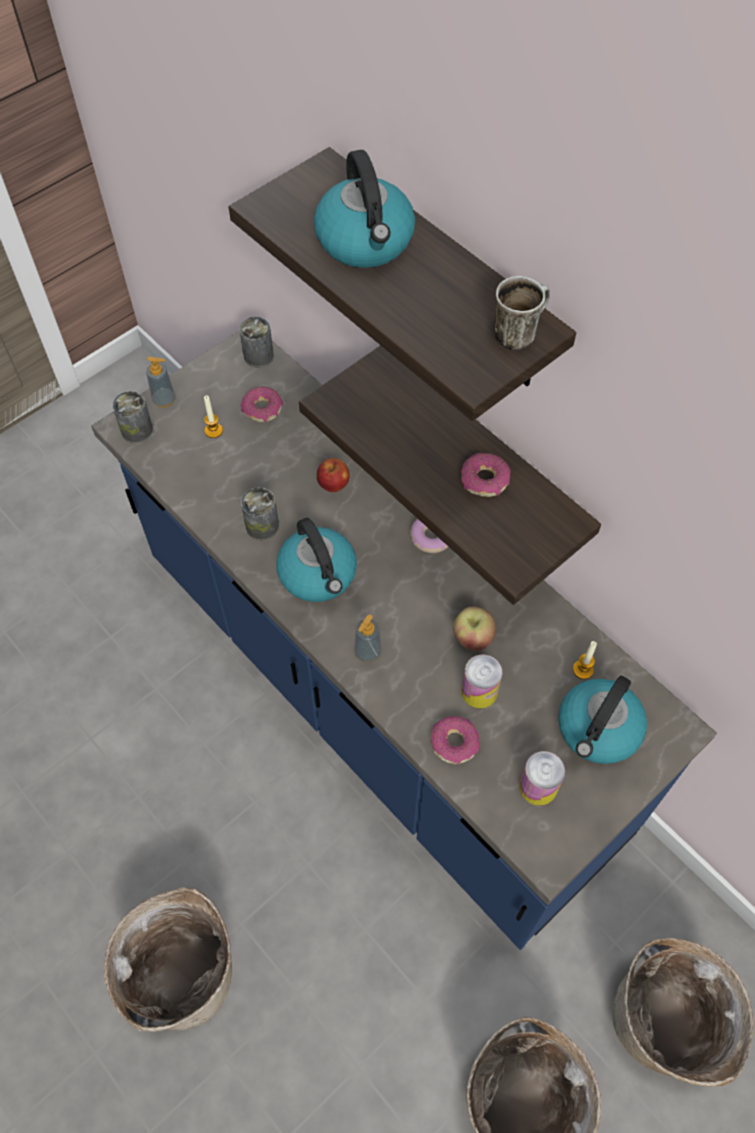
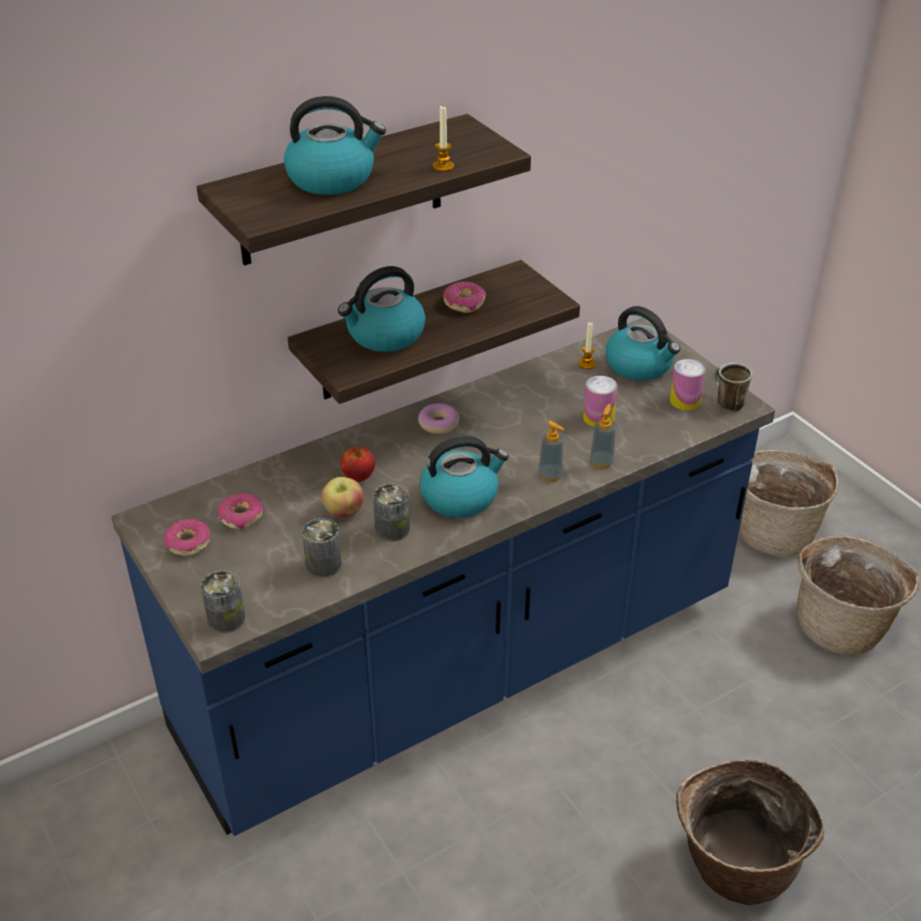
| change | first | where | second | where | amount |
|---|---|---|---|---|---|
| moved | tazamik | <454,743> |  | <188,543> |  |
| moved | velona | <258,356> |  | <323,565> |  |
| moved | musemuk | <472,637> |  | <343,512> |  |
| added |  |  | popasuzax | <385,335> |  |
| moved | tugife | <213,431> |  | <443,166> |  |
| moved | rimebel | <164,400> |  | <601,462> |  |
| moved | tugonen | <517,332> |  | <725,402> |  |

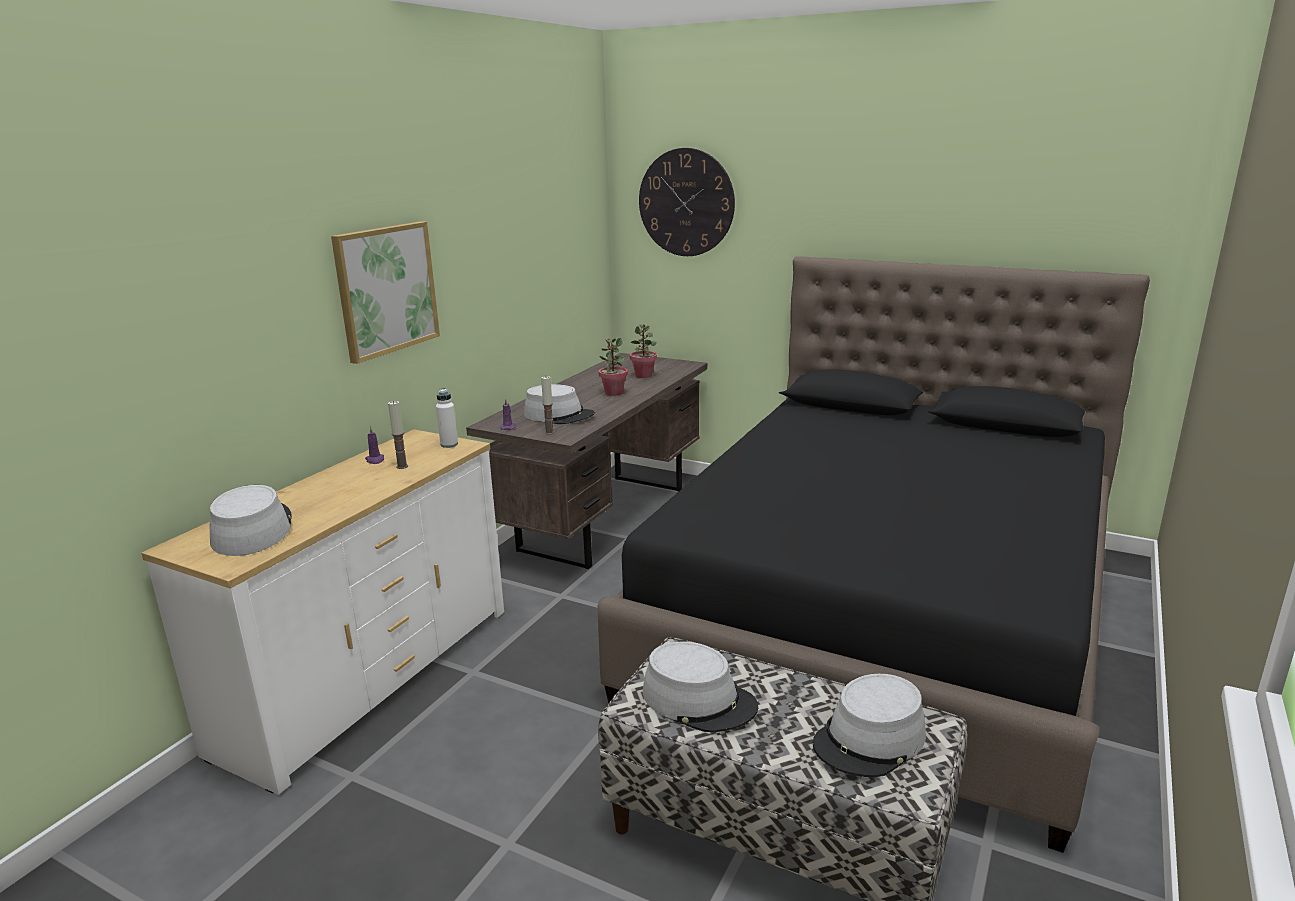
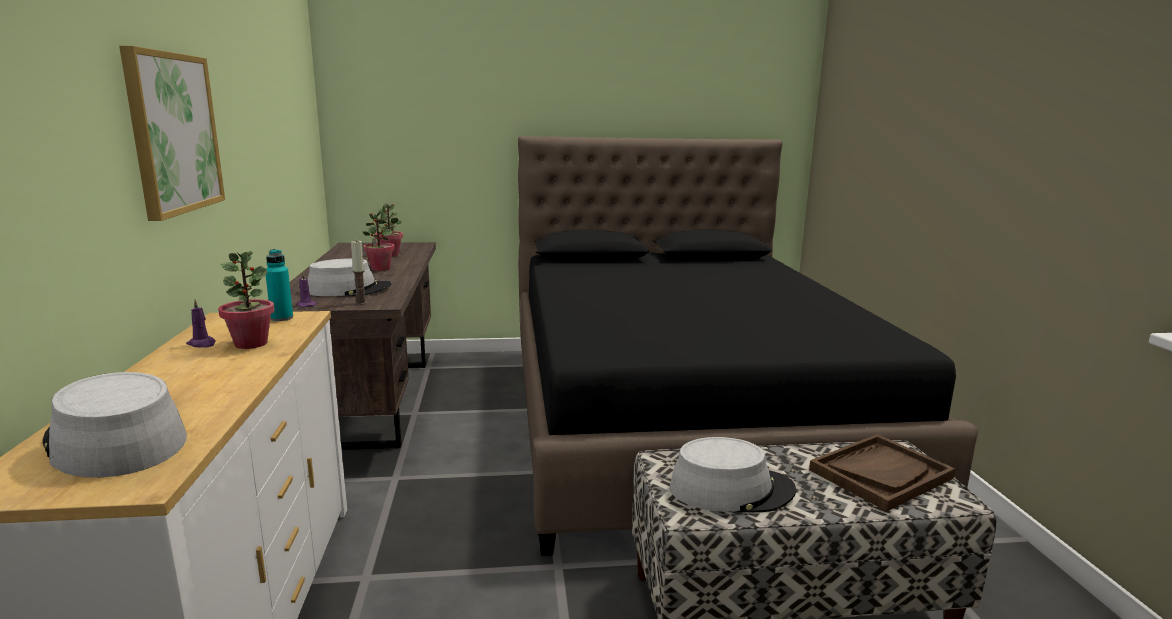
| change | first | where | second | where | amount |
|---|---|---|---|---|---|
| replaced | tugife | <402,466> | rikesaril | <251,343> |  |
| recoloured | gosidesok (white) | <449,444> | gosidesok (turquoise) | <282,318> |  |
| replaced | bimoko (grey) | <870,740> | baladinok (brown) | <880,474> |  |
| removed | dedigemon | <686,203> |  |  |  |

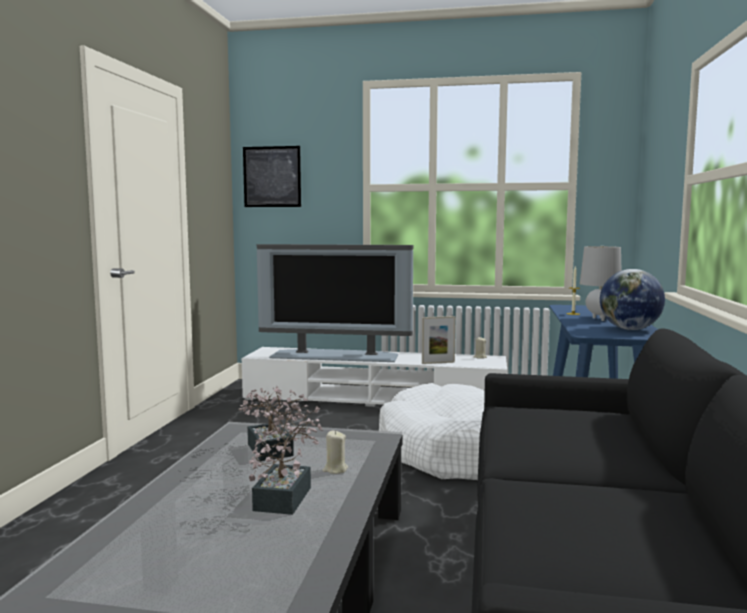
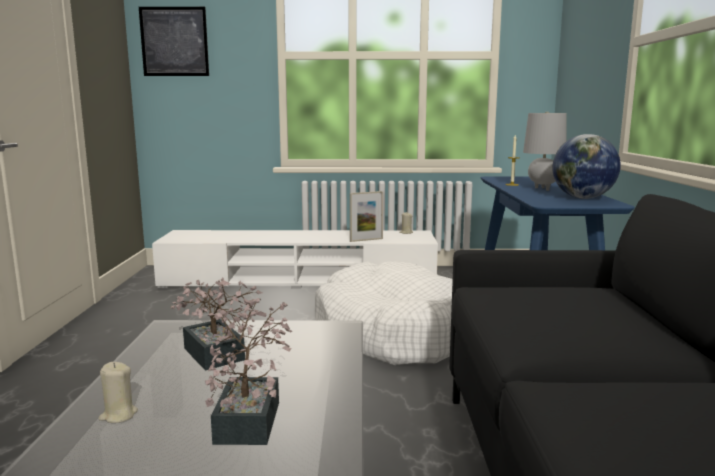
| change | first | where | second | where | amount |
|---|---|---|---|---|---|
| moved | tugife (beige) | <335,469> |  | <118,415> |  |
| removed | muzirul | <335,355> |  |  |  |

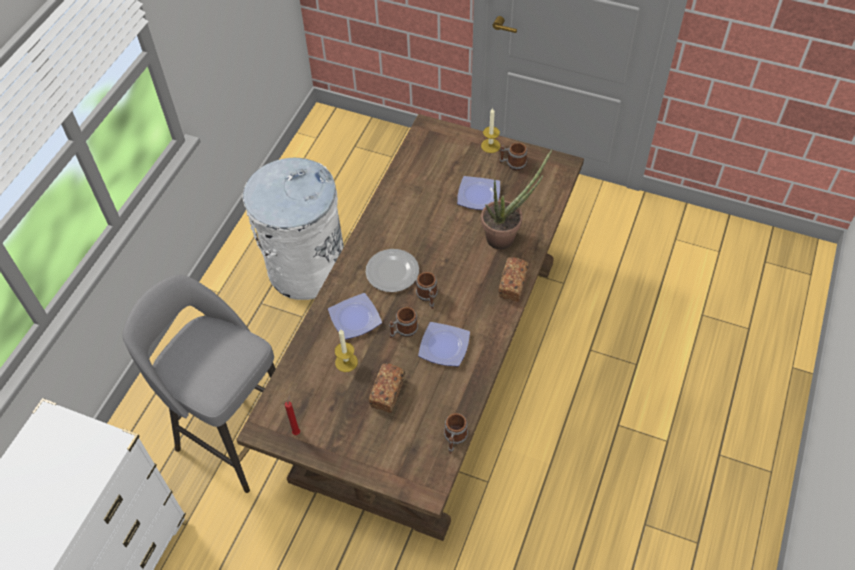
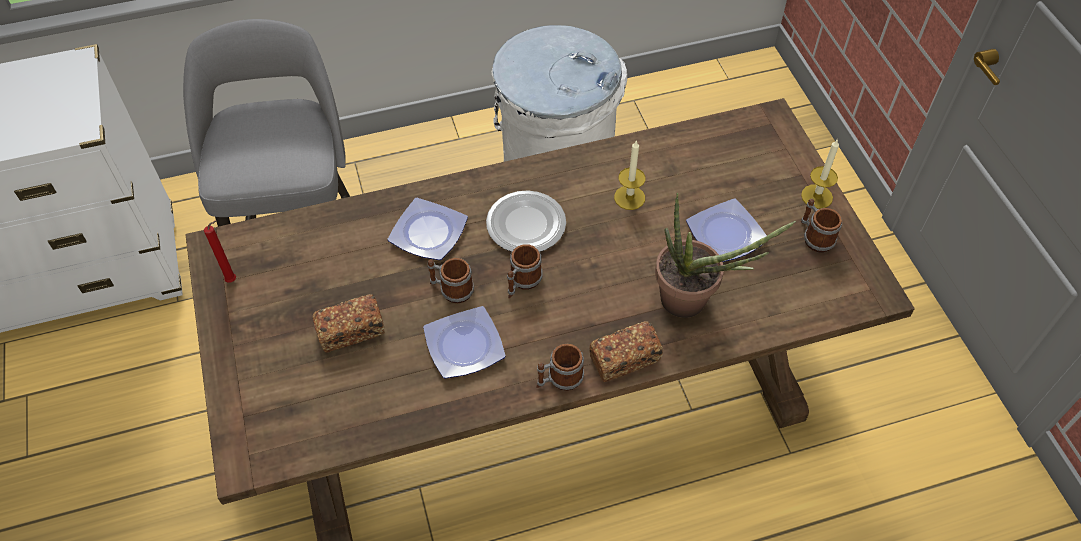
| change | first | where | second | where | amount |
|---|---|---|---|---|---|
| moved | tugonen | <454,439> |  | <559,379> |  |
| moved | tugife | <346,362> |  | <629,197> |  |

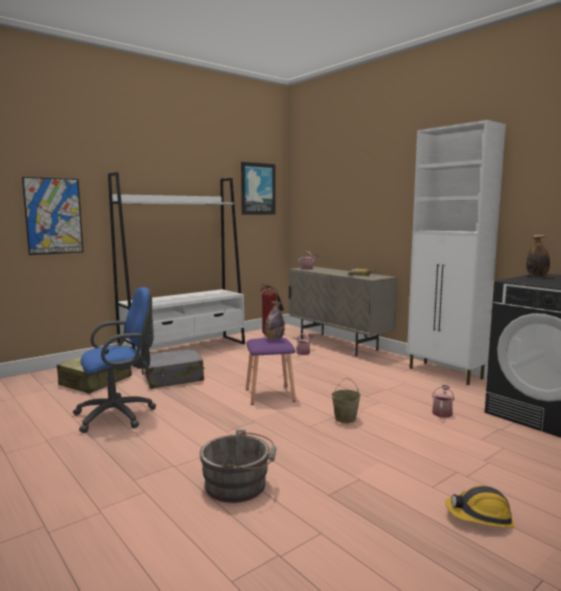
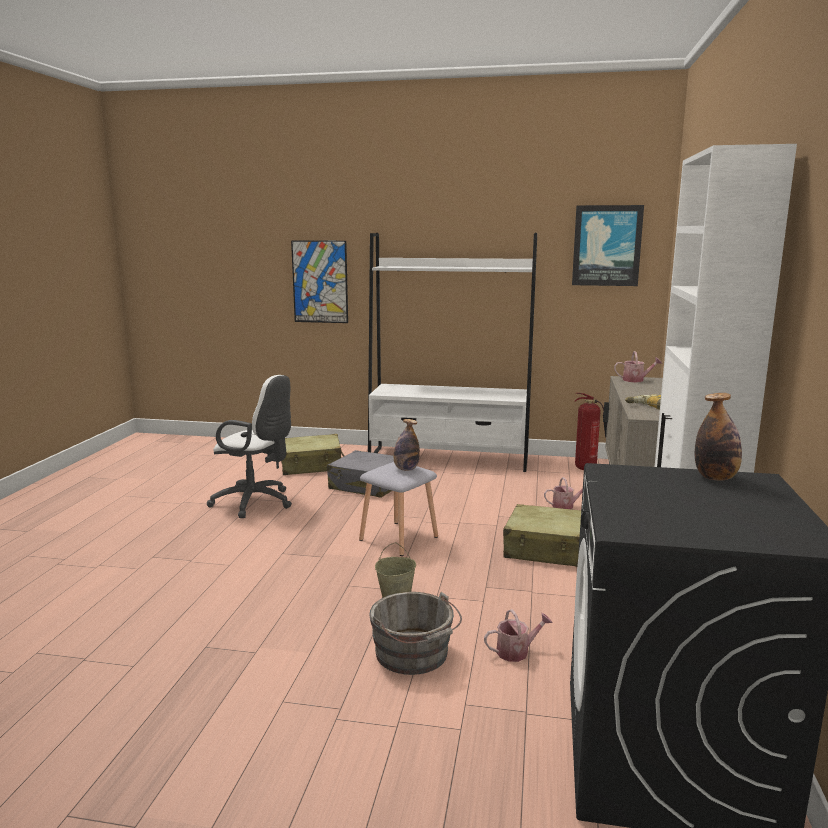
| change | first | where | second | where | amount |
|---|---|---|---|---|---|
| recoloured | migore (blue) | <119,415> | migore (white) | <256,503> |  |
| recoloured | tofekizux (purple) | <270,395> | tofekizux (grey) | <400,538> |  |
| moved | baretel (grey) | <239,485> |  | <414,655> |  |
| added |  |  | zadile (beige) | <548,550> |  |
| removed | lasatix | <480,517> |  |  |  |

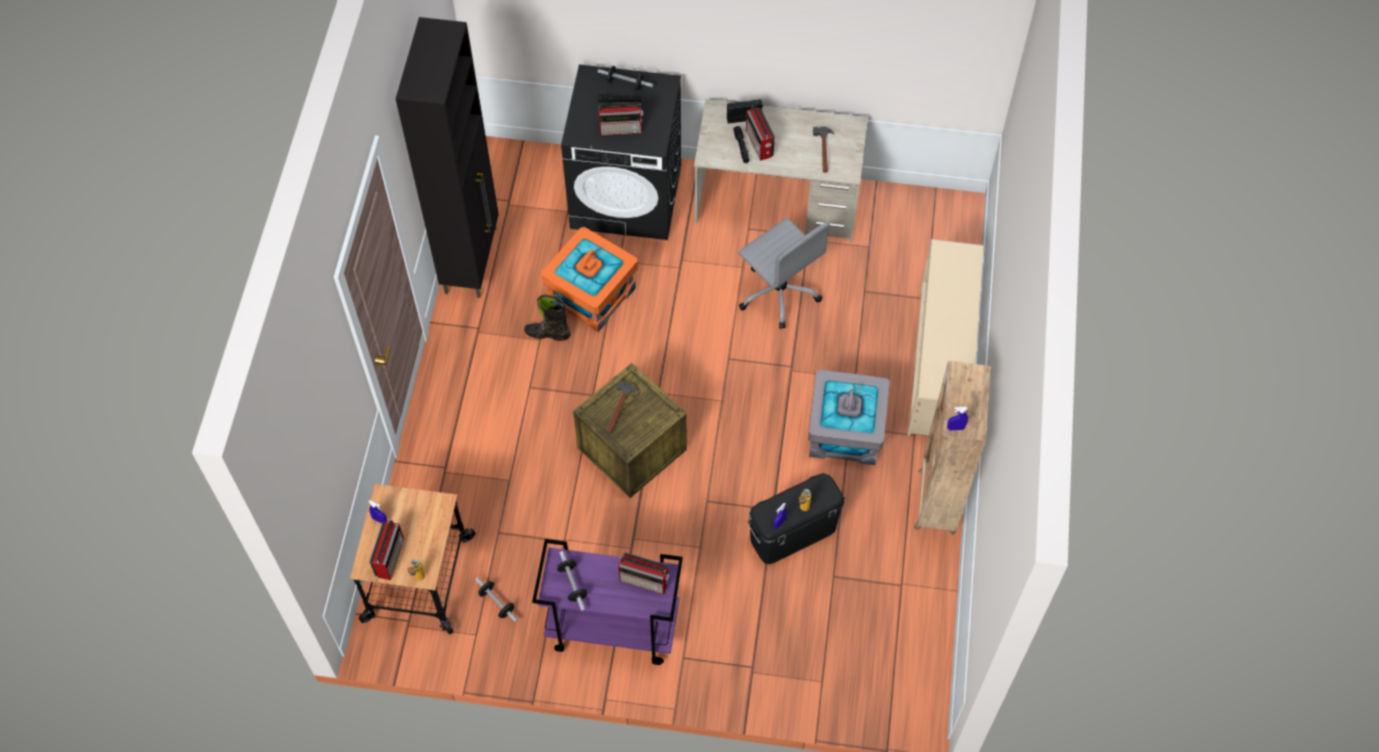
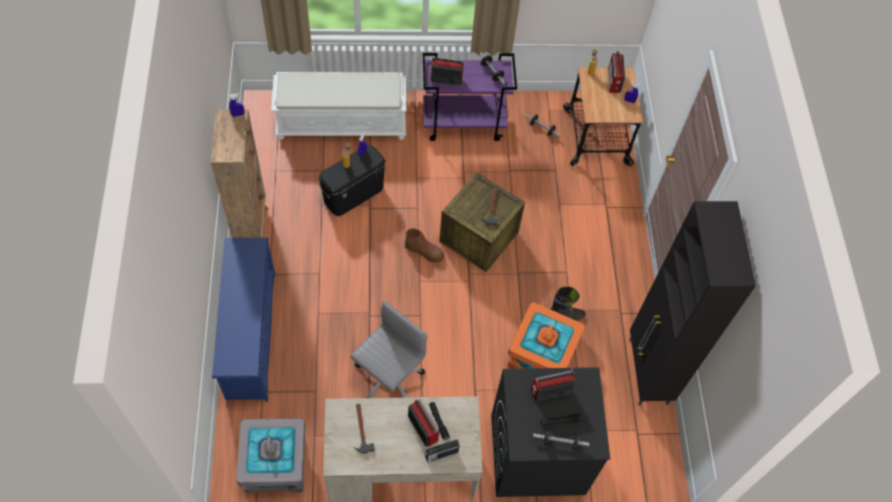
| change | first | where | second | where | amount |
|---|---|---|---|---|---|
| recoloured | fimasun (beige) | <940,363> | fimasun (blue) | <249,335> |  |
| moved | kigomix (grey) | <845,432> |  | <275,464> |  |
| added |  |  | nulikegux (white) | <342,123> |  |
| turned | migore (grey) | <778,292> |  | <388,379> | 90 degrees clockwise |
| added |  |  | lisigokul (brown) | <424,251> |  |

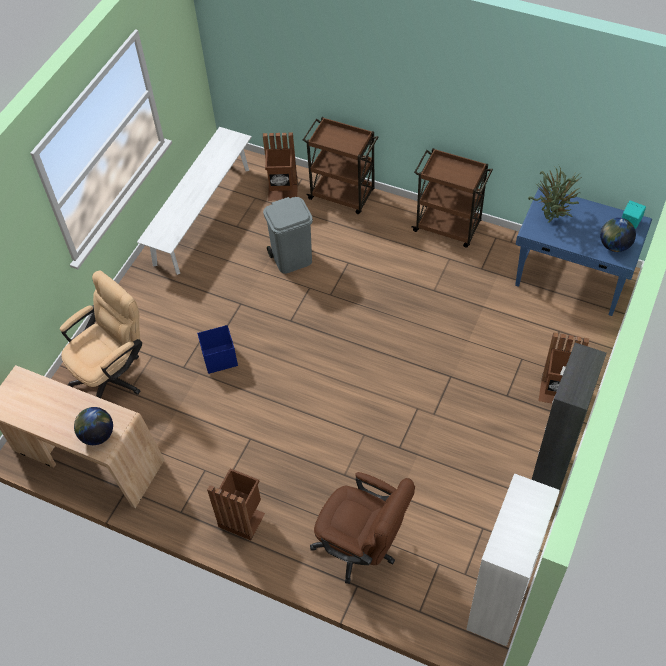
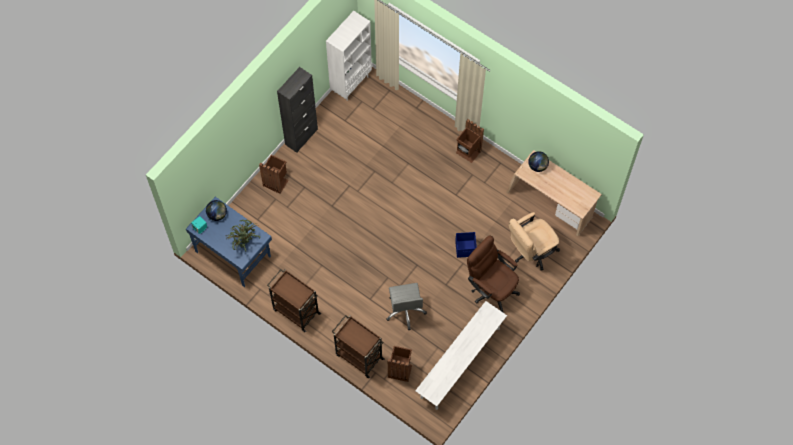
| change | first | where | second | where | amount |
|---|---|---|---|---|---|
| replaced | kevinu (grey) | <292,259> | migore (grey) | <405,311> |  |
| moved | migore (brown) | <362,548> |  | <491,288> |  |

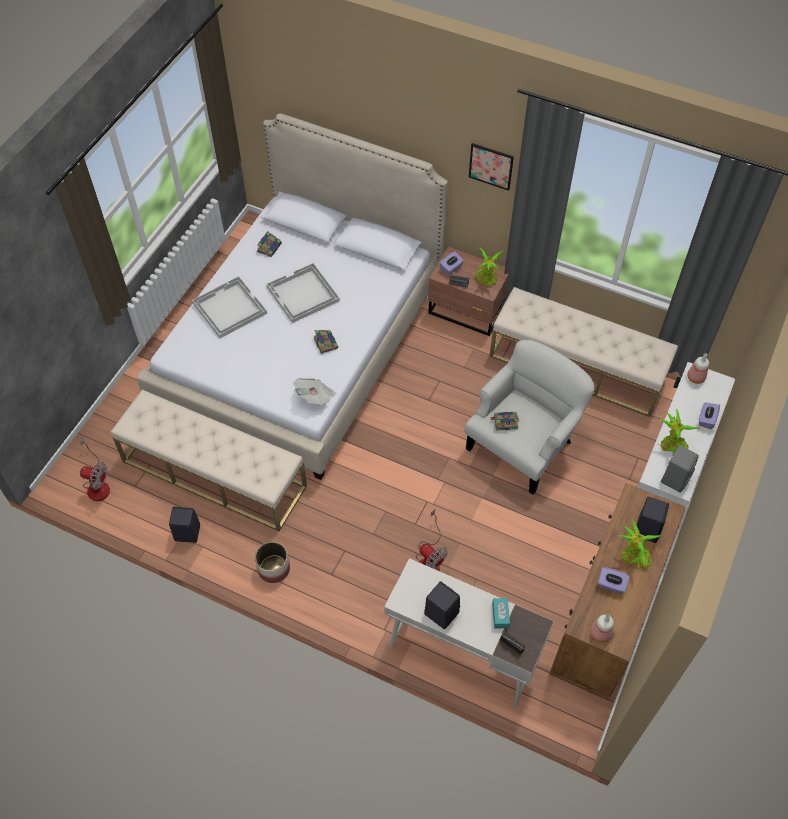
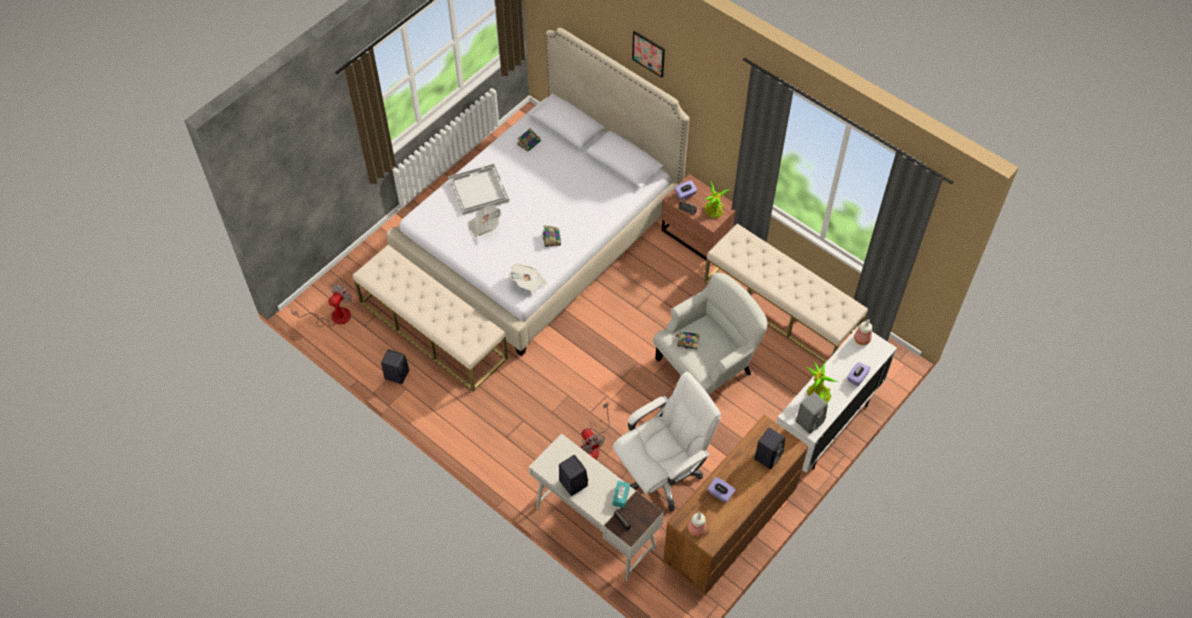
| change | first | where | second | where | amount |
|---|---|---|---|---|---|
| turned | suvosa | <97,484> |  | <333,317> | 90 degrees counterclockwise |
| added |  |  | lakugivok | <484,226> |  |
| added |  |  | migore (white) | <661,474> |  |
| moved | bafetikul | <491,166> |  | <648,53> |  |
| removed | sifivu | <273,568> |  |  |  |
| removed | baladinok (white) | <302,294> |  |  |  |
| removed | rikesaril | <633,556> |  |  |  |

